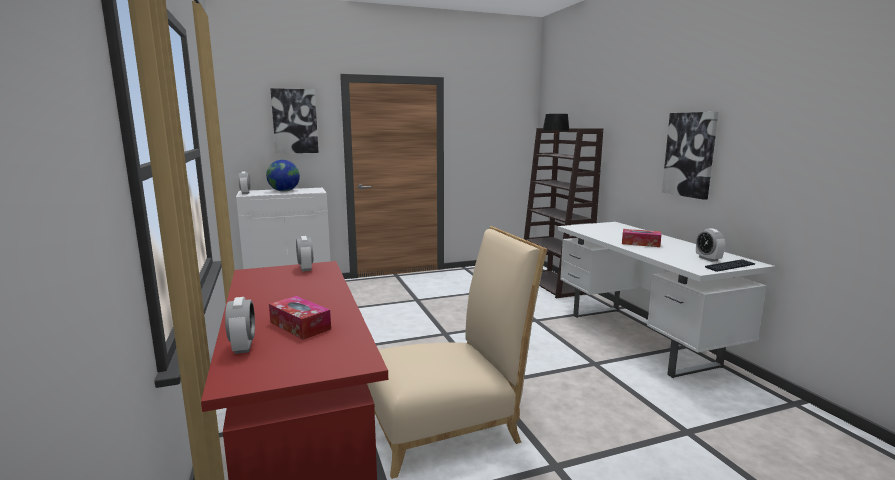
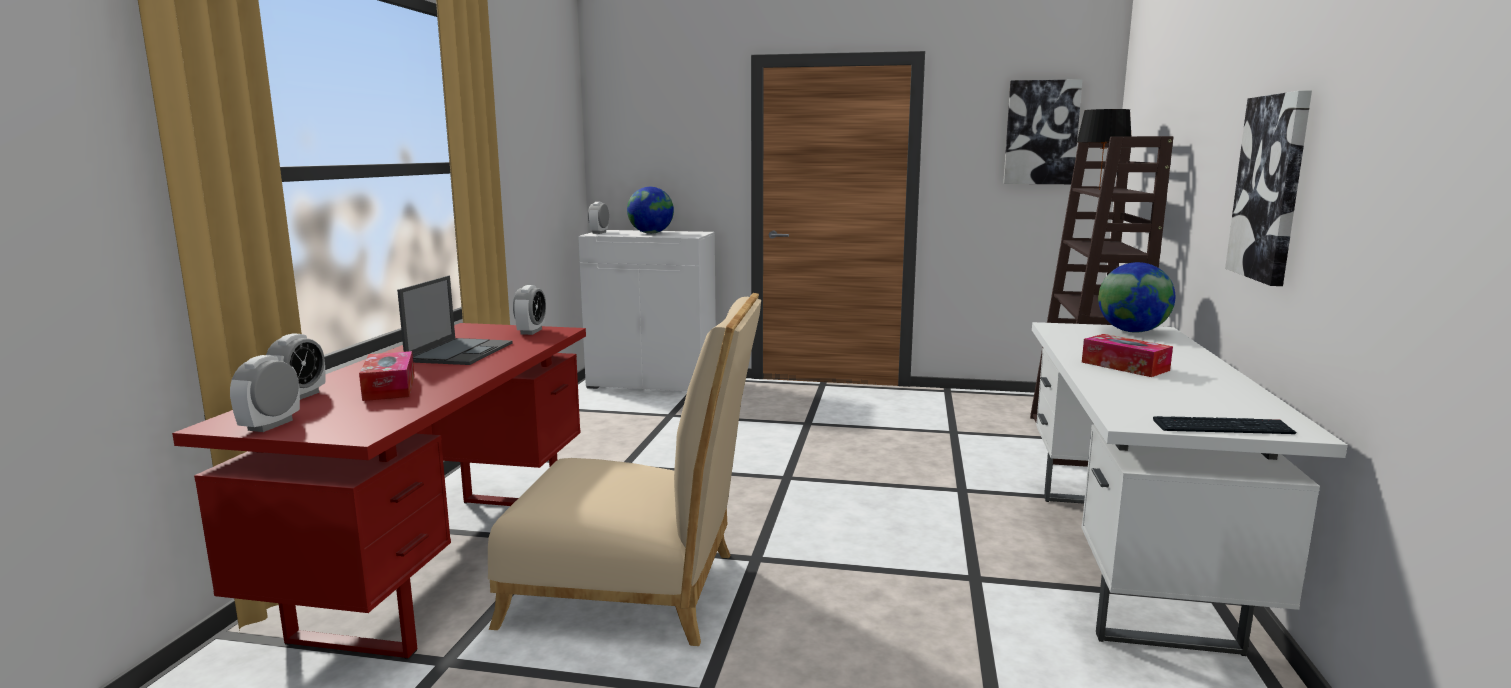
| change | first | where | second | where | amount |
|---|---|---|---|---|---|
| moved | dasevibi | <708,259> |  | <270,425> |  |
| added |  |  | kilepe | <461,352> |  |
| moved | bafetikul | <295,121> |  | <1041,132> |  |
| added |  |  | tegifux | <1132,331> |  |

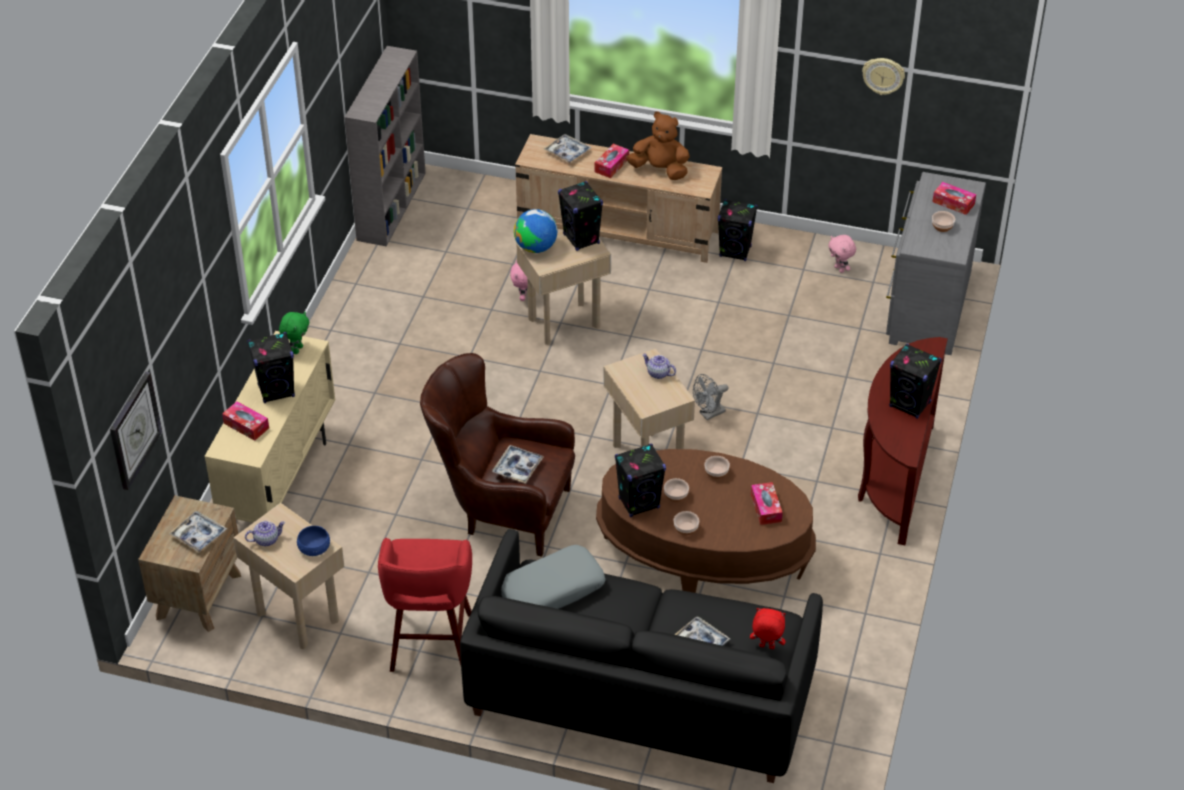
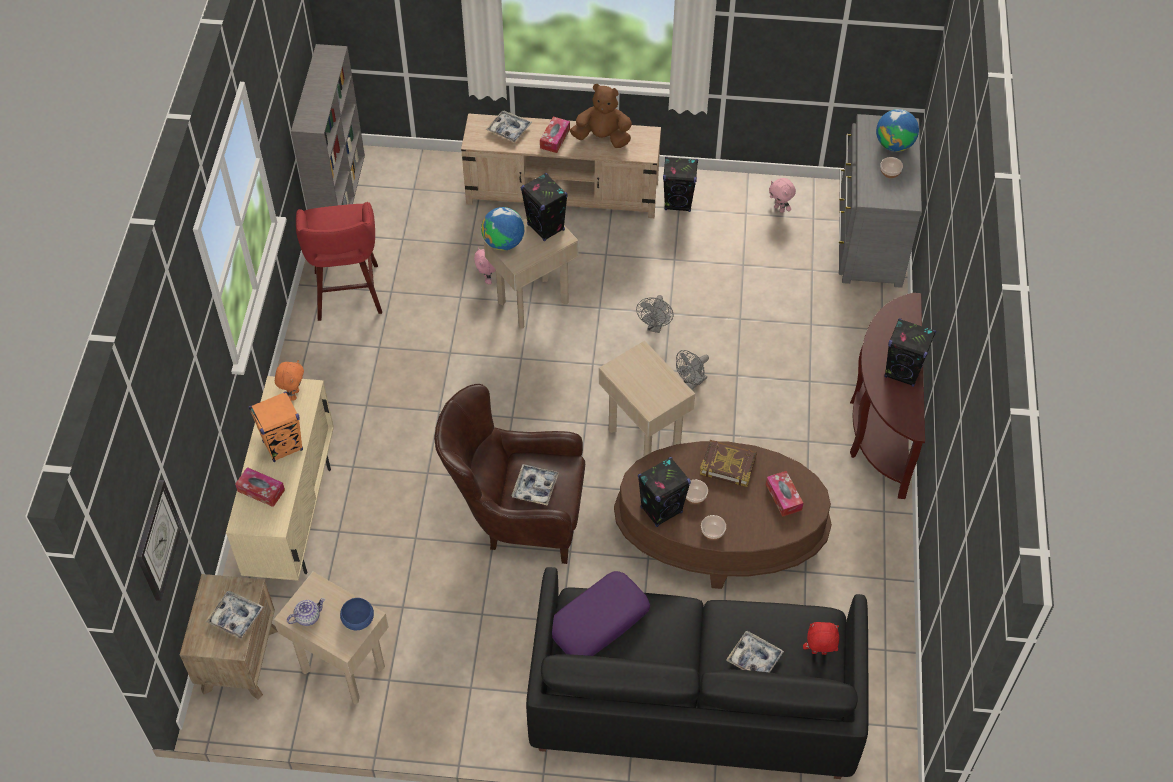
| change | first | where | second | where | amount |
|---|---|---|---|---|---|
| recoloured | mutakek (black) | <276,391> | mutakek (orange) | <283,446> |  |
| recoloured | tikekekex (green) | <297,349> | tikekekex (orange) | <294,394> |  |
| moved | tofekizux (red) | <430,645> |  | <348,294> |  |
| recoloured | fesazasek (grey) | <551,589> | fesazasek (purple) | <598,621> |  |
| added |  |  | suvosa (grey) | <655,327> |  |
| replaced | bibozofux | <716,473> | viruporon | <728,464> |  |
| replaced | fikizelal | <953,203> | tegifux | <894,145> |  |
| removed | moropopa | <658,373> |  |  |  |
| removed | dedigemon | <883,75> |  |  |  |

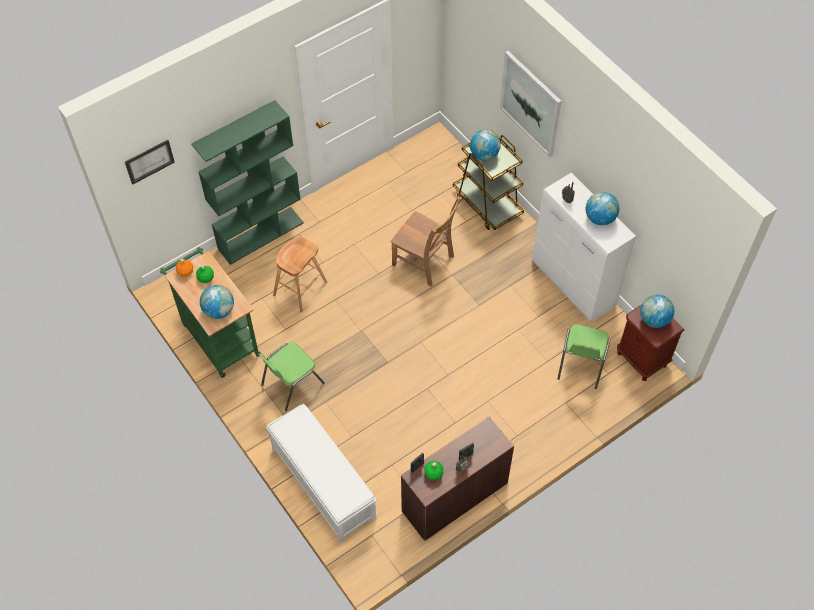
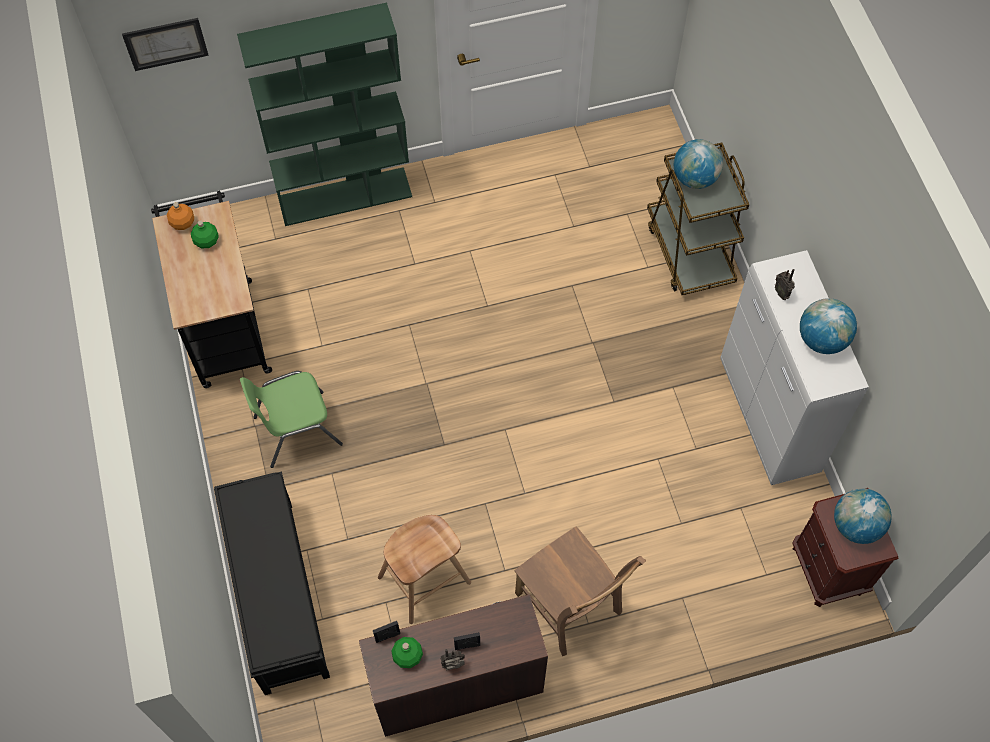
| change | first | where | second | where | amount |
|---|---|---|---|---|---|
| recoloured | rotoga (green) | <218,337> | rotoga (black) | <225,326> |  |
| recoloured | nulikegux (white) | <322,483> | nulikegux (black) | <277,594> |  |
| moved | tofekizux (brown) | <300,289> |  | <424,580> |  |
| moved | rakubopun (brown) | <425,262> |  | <570,607> |  |
| removed | tegifux | <219,310> |  |  |  |
| removed | bafetikul | <530,103> |  |  |  |
| removed | rakubopun (green) | <581,364> |  |  |  |

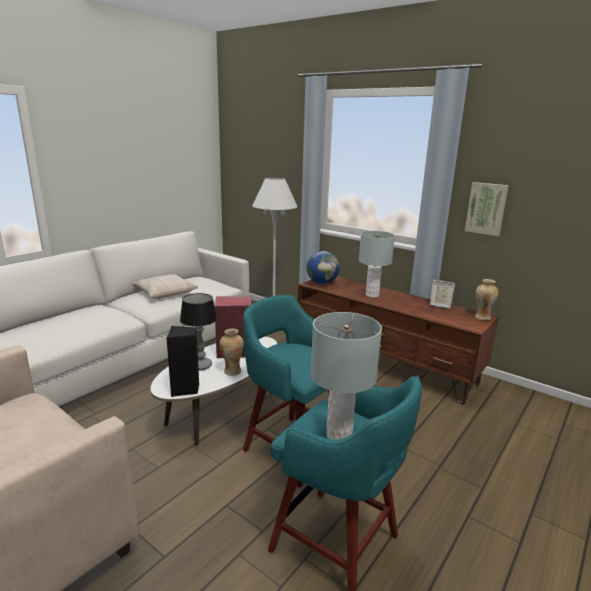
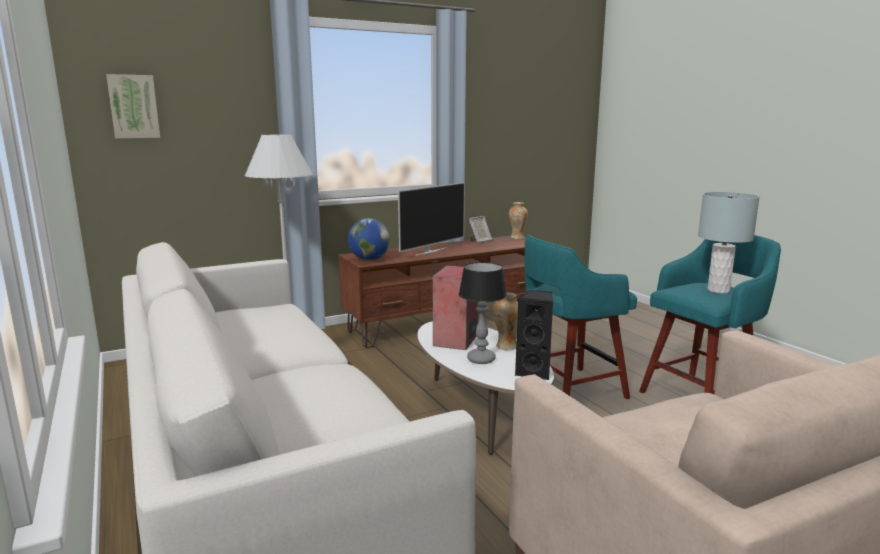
| change | first | where | second | where | amount |
|---|---|---|---|---|---|
| moved | bafetikul | <486,208> |  | <133,106> |  |
| replaced | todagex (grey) | <372,295> | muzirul | <430,251> |  |
| removed | fesazasek (beige) | <164,292> |  |  |  |

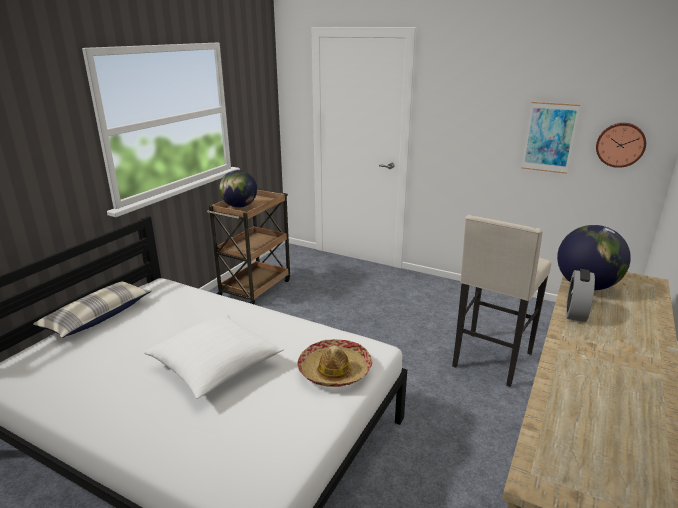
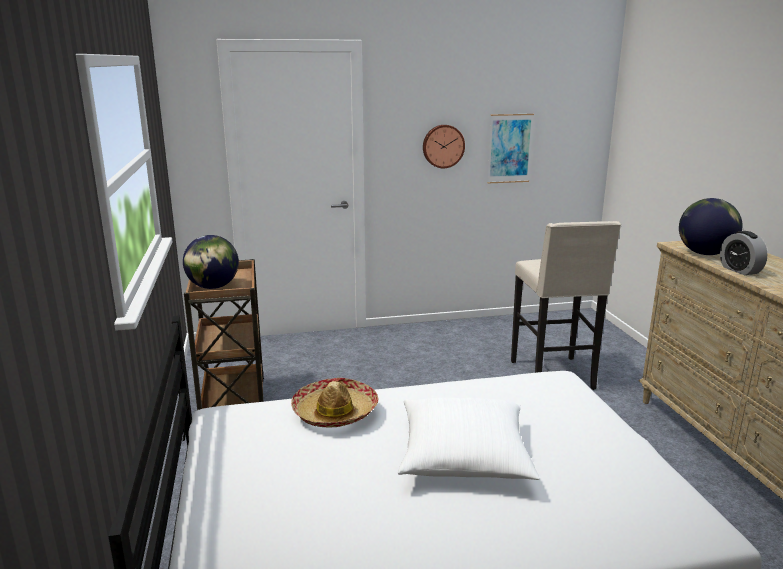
| change | first | where | second | where | amount |
|---|---|---|---|---|---|
| moved | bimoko | <334,370> |  | <335,412> |  |
| moved | dedigemon | <620,144> |  | <443,146> |  |
| removed | fesazasek | <97,317> |  |  |  |

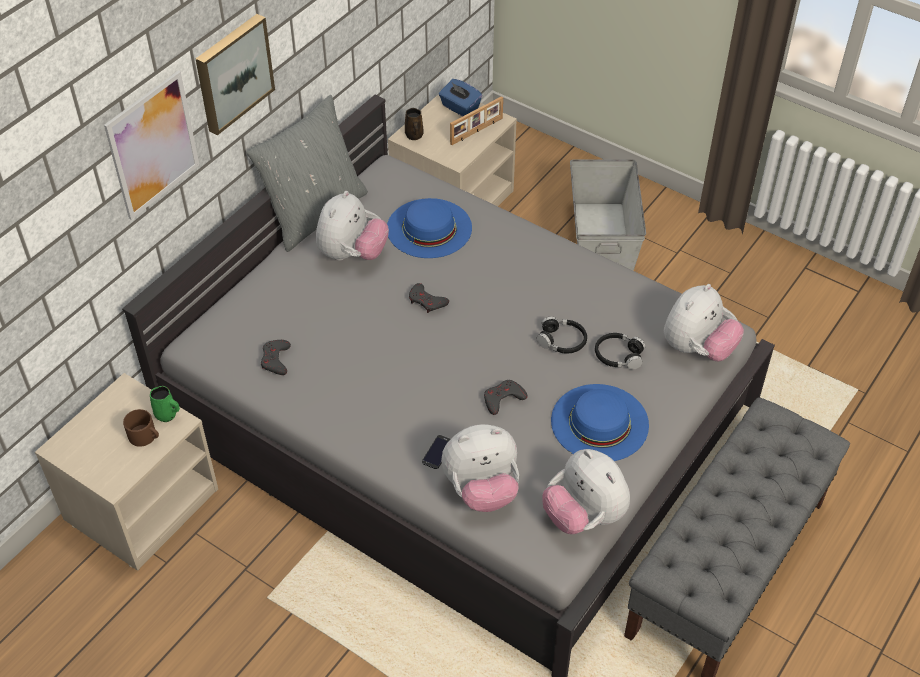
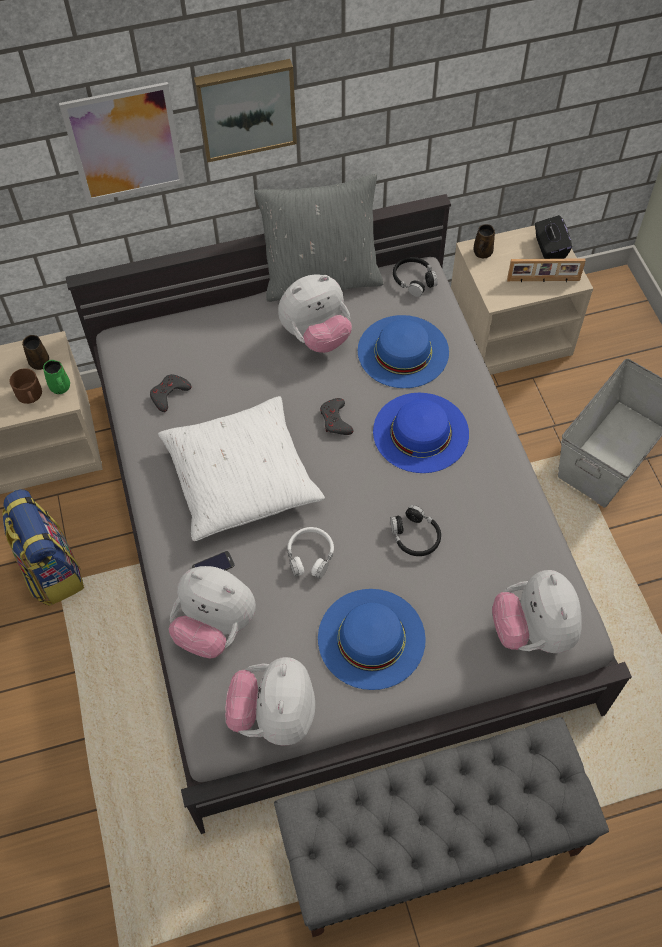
| change | first | where | second | where | amount |
|---|---|---|---|---|---|
| added |  |  | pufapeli | <51,570> |  |
| added |  |  | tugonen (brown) | <39,361> |  |
| added |  |  | fesazasek (white) | <241,477> |  |
| replaced | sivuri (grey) | <503,399> | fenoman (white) | <310,556> |  |
| added |  |  | bimoko (blue) | <420,432> |  |
| moved | fenoman (black) | <618,356> |  | <414,280> |  |
| turned | tikekekex | <697,349> |  | <533,630> | 90 degrees clockwise |
| recoloured | fikizelal (blue) | <460,108> | fikizelal (black) | <549,248> |  |

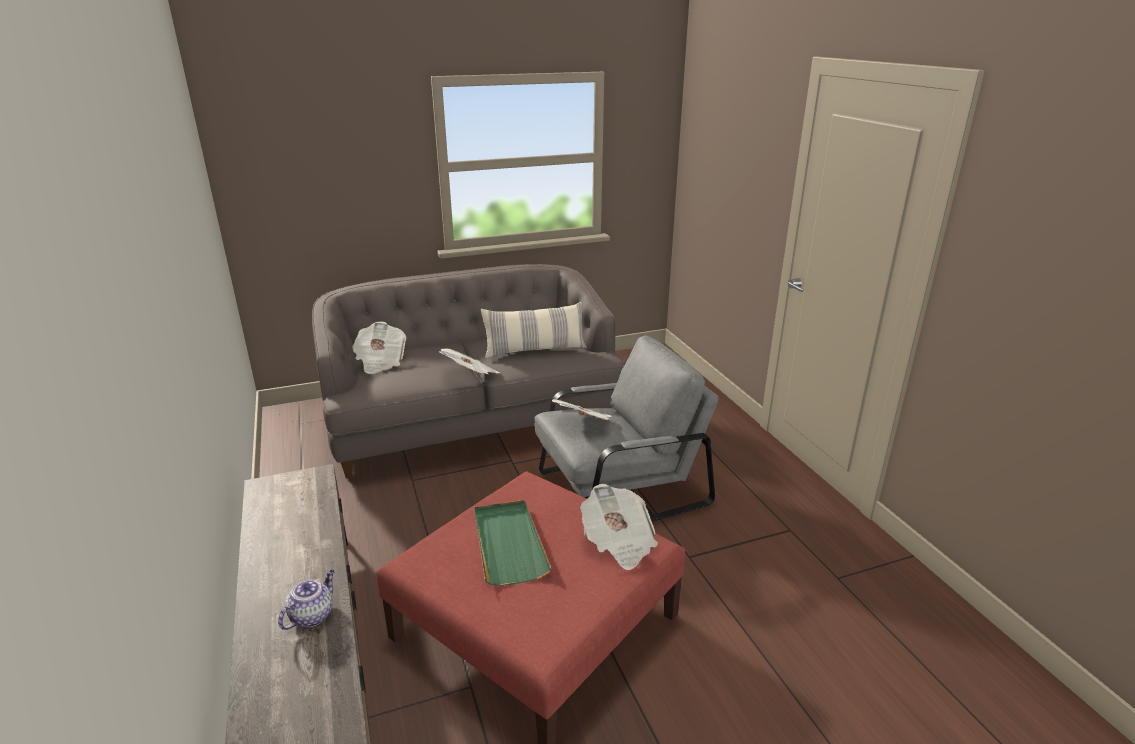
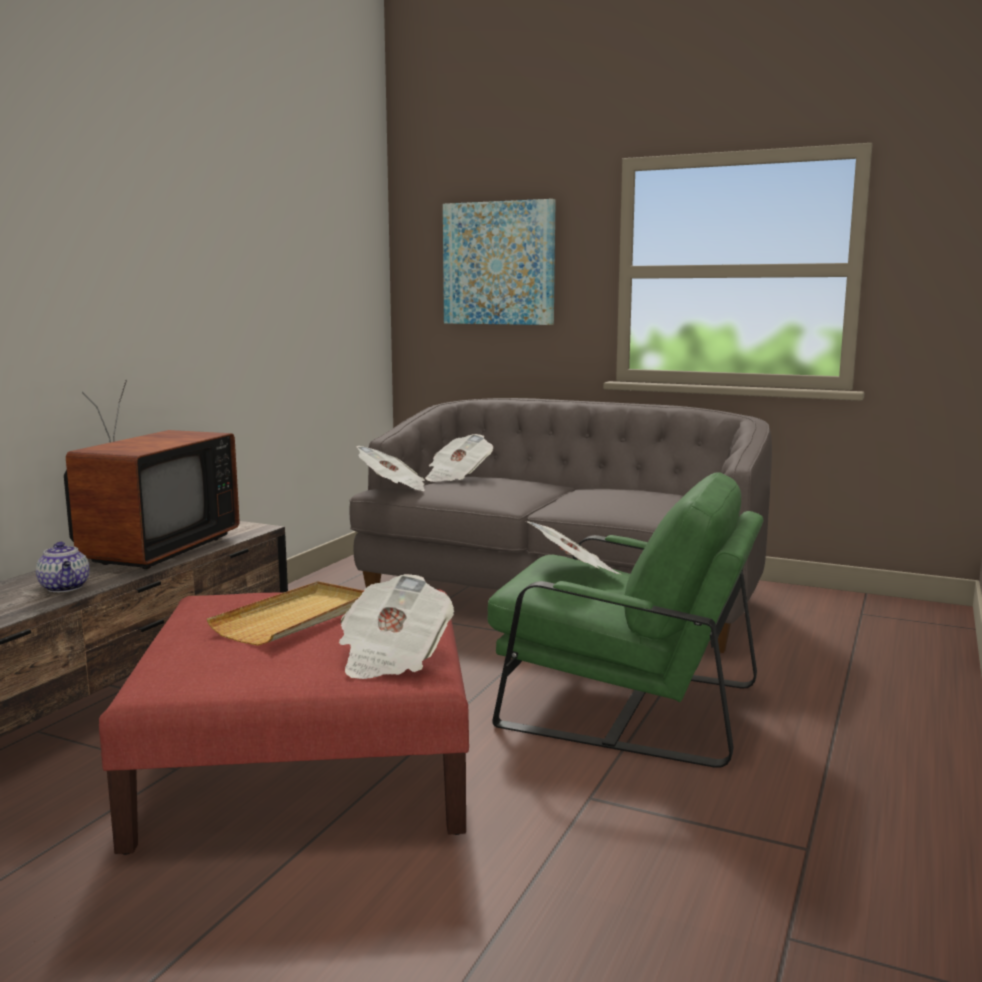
| change | first | where | second | where | amount |
|---|---|---|---|---|---|
| turned | moropopa | <312,615> |  | <65,588> | 75 degrees clockwise |
| added |  |  | muzirul | <151,550> |  |
| recoloured | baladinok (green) | <508,544> | baladinok (beige) | <295,618> |  |
| moved | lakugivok | <470,375> |  | <393,488> |  |
| added |  |  | bafetikul | <499,263> |  |
| recoloured | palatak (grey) | <620,488> | palatak (green) | <623,704> |  |
| removed | fesazasek | <535,350> |  |  |  |

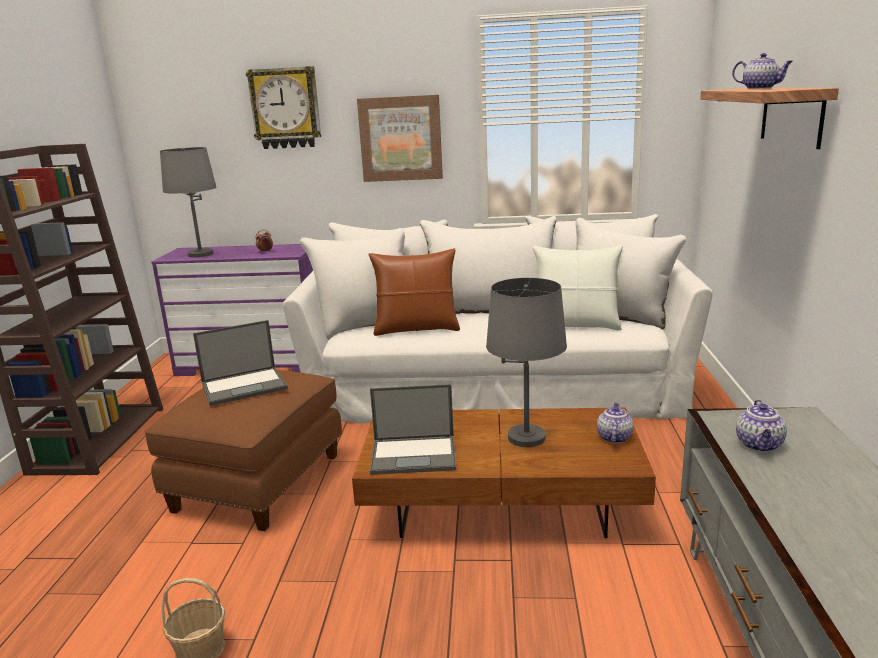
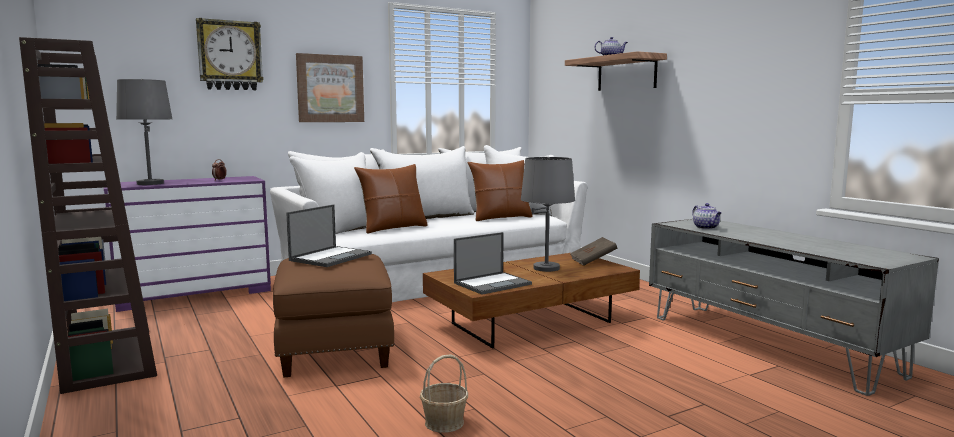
| change | first | where | second | where | amount |
|---|---|---|---|---|---|
| recoloured | fesazasek (white) | <575,325> | fesazasek (brown) | <500,218> |  |
| replaced | moropopa | <613,437> | viruporon (brown) | <593,261> |  |

